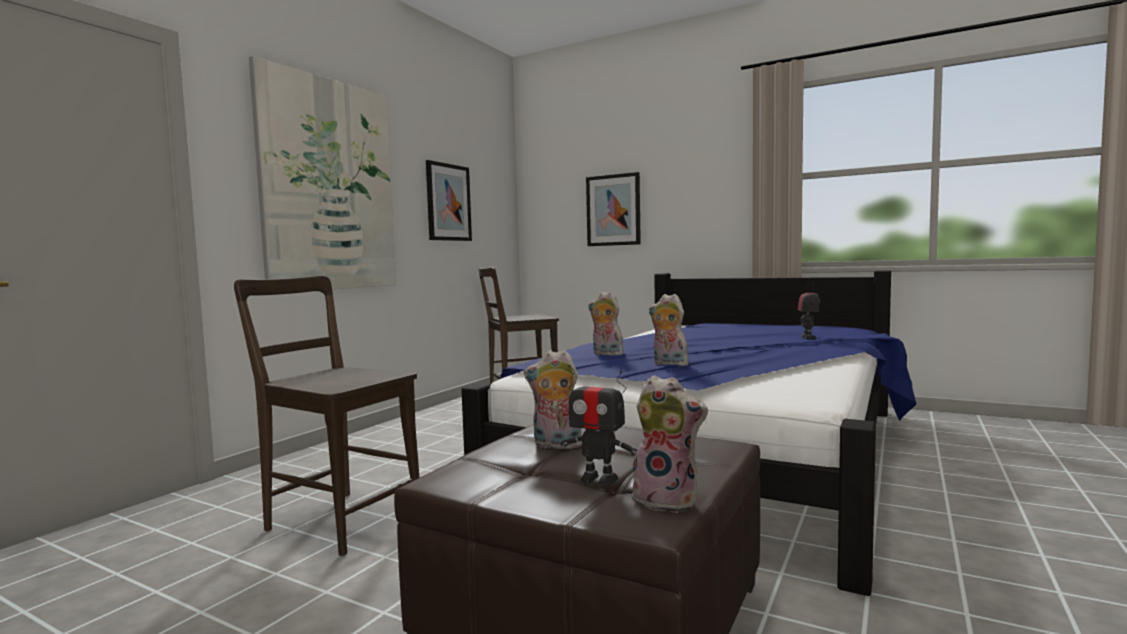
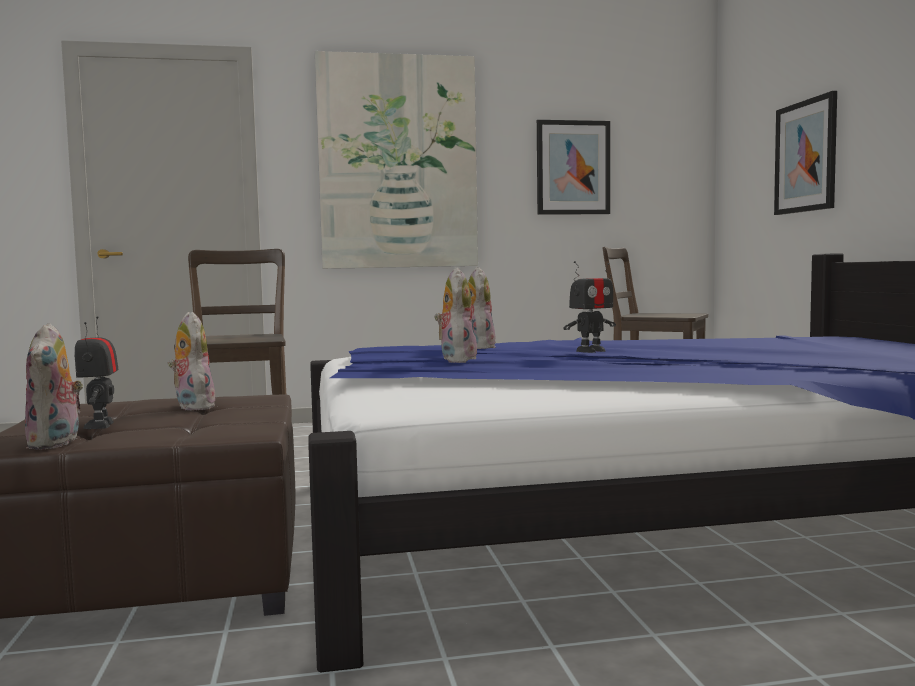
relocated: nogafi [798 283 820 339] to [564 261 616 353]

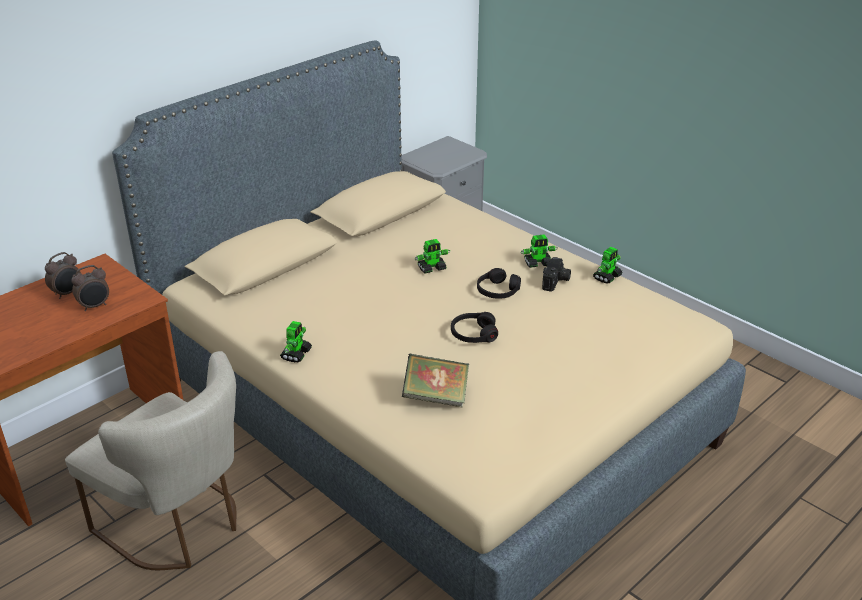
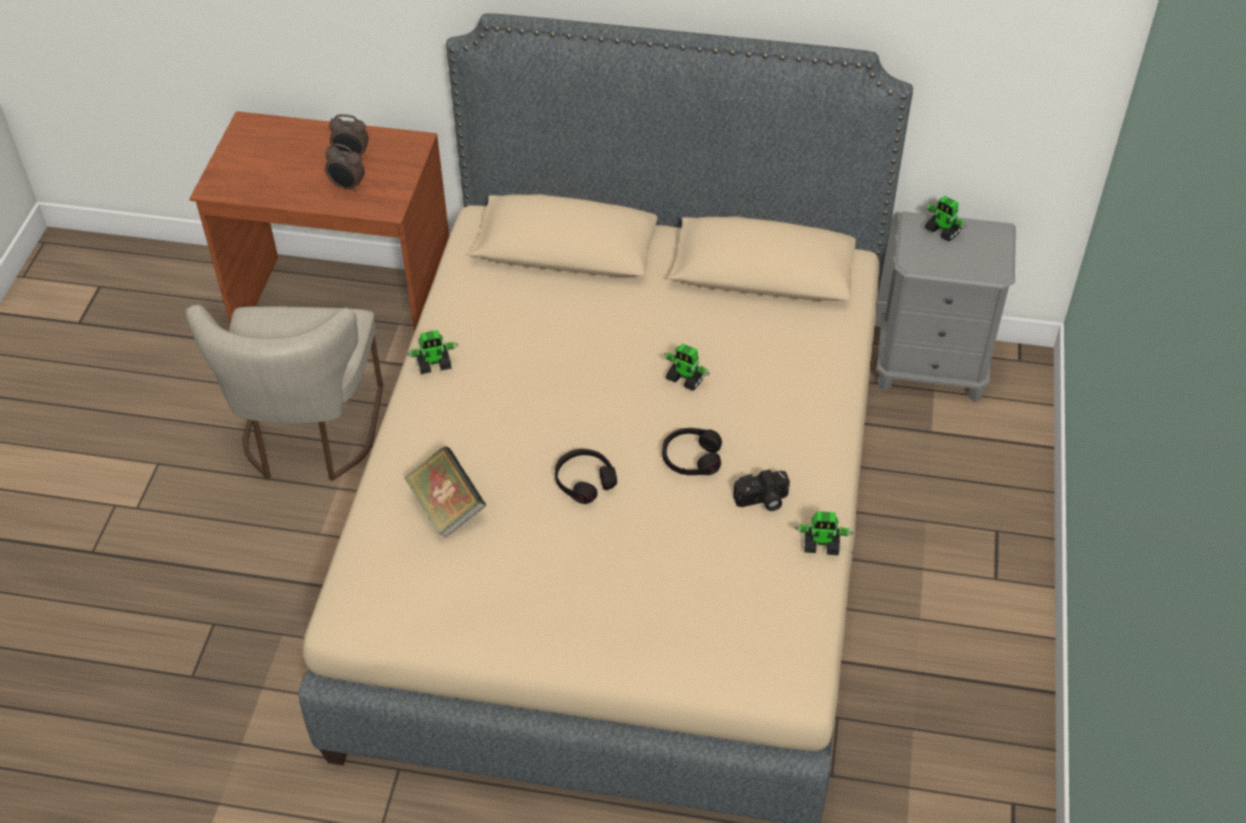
relocated: nogafi [521 234 558 268] to [925 196 967 241]

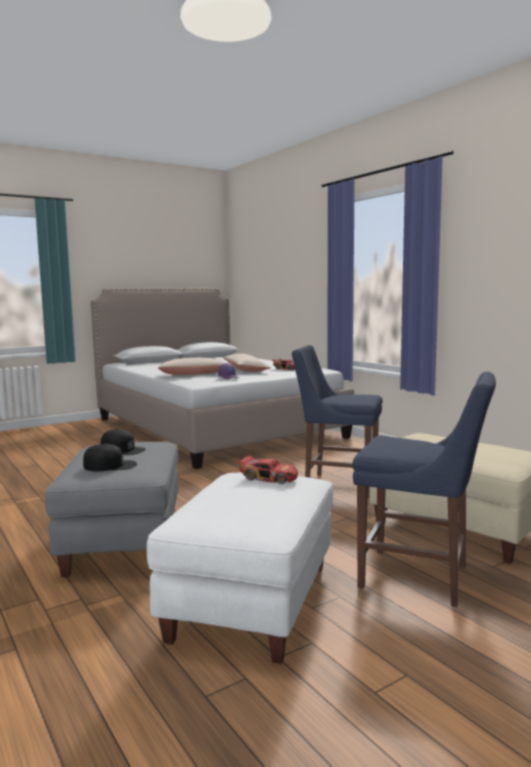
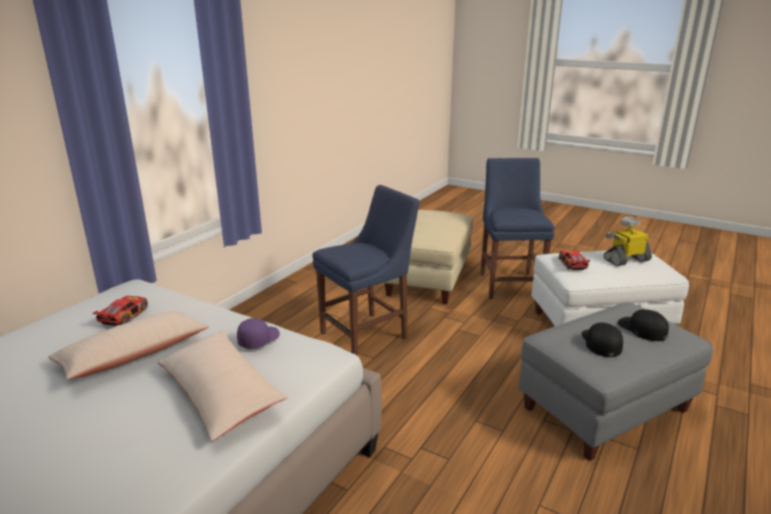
appeared: nogafi [604 216 652 266]
spun: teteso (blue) [292 345 383 499] = [313 185 419 356] 120 degrees counterclockwise

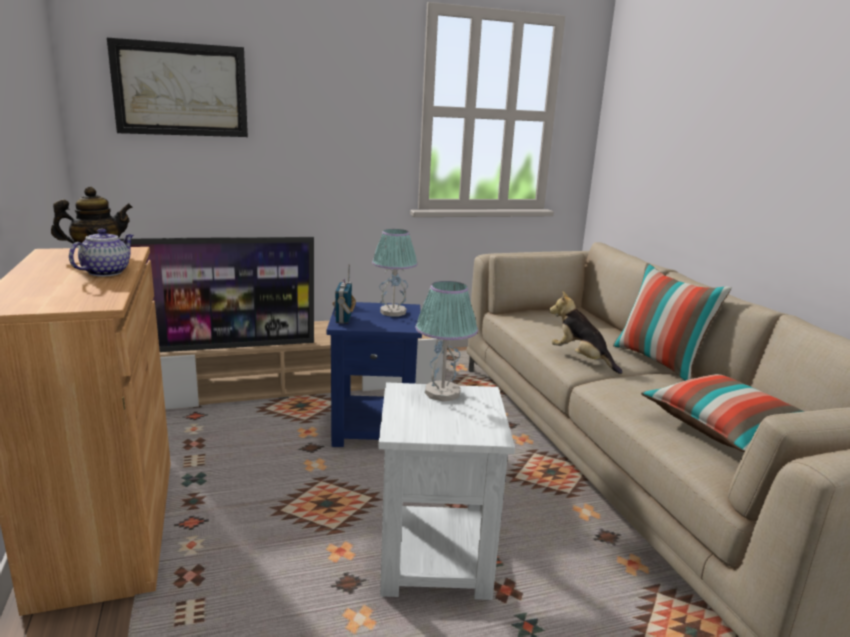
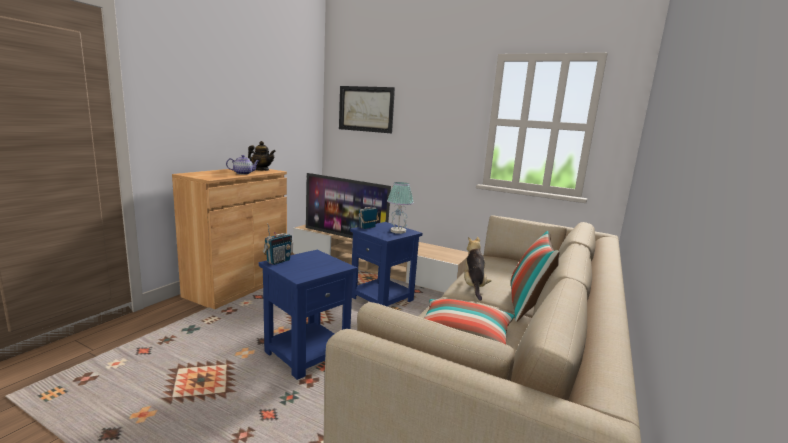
missing: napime [415 281 478 402]
appeared: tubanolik [262 223 292 265]
colour: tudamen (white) [379 382 515 600] to tudamen (blue) [259 250 357 380]

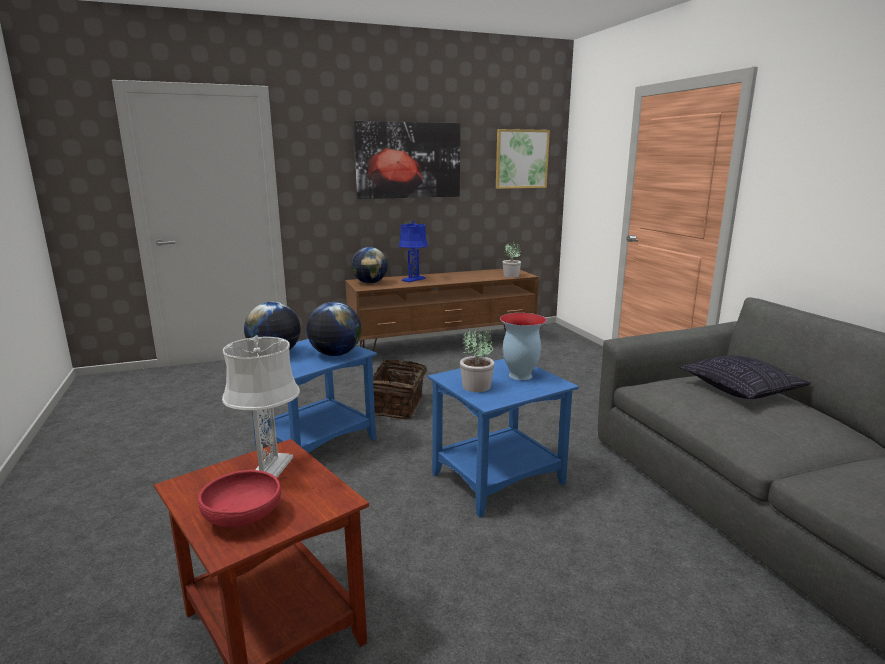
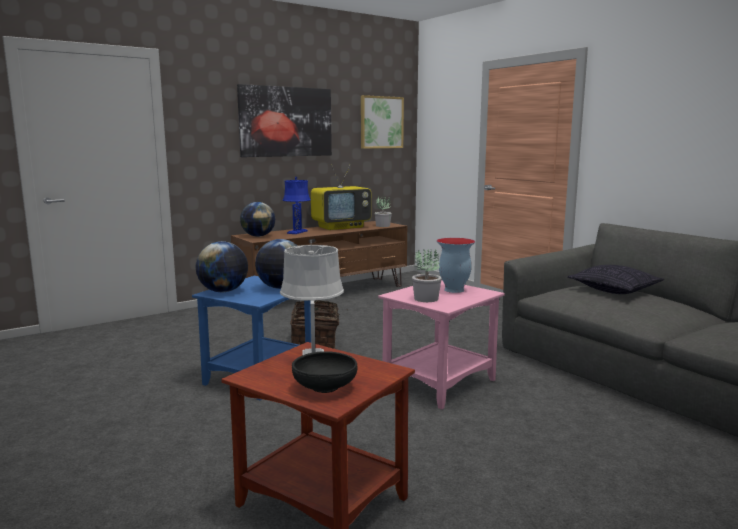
appeared: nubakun [311 164 371 230]
colour: tudamen (blue) [428 359 579 517] to tudamen (pink) [378 280 505 409]; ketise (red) [198 470 281 527] to ketise (black) [292 351 357 393]

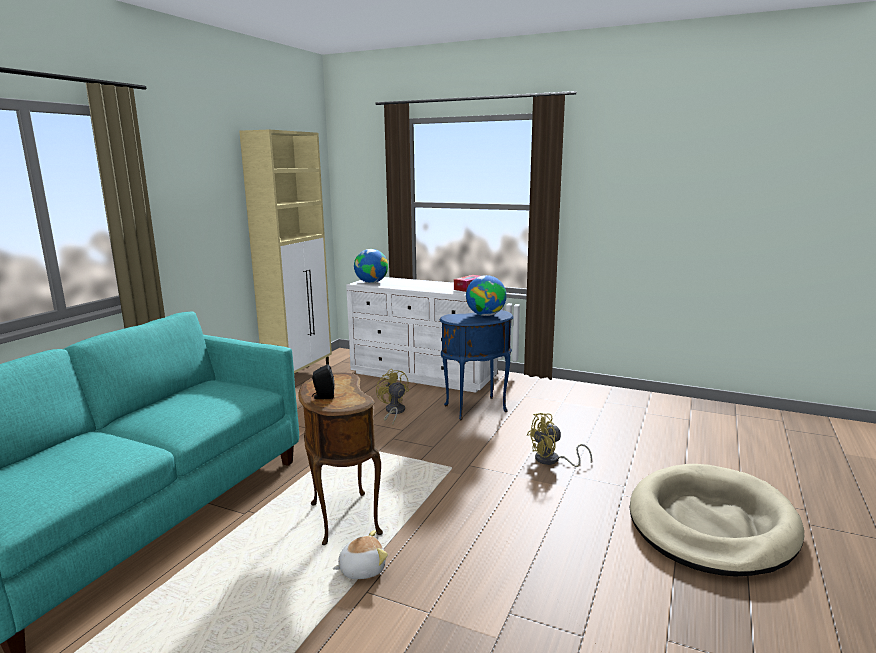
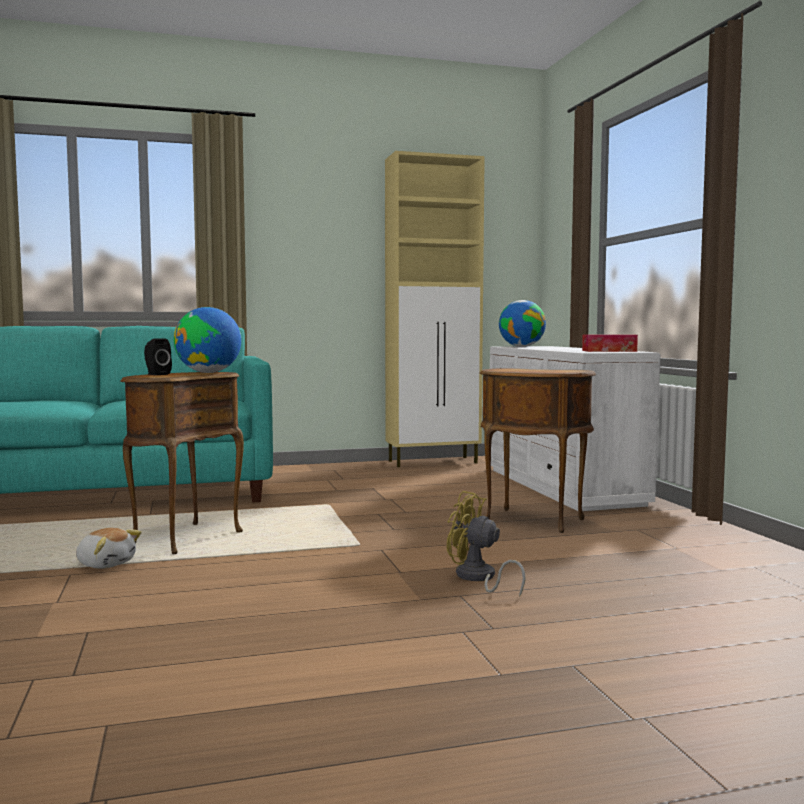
missing: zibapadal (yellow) [376 368 409 426]; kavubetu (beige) [630 464 804 577]
relocated: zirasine [466 275 507 316] to [174 307 241 373]
colour: tudamen (blue) [440 310 513 420] to tudamen (brown) [480 368 596 533]

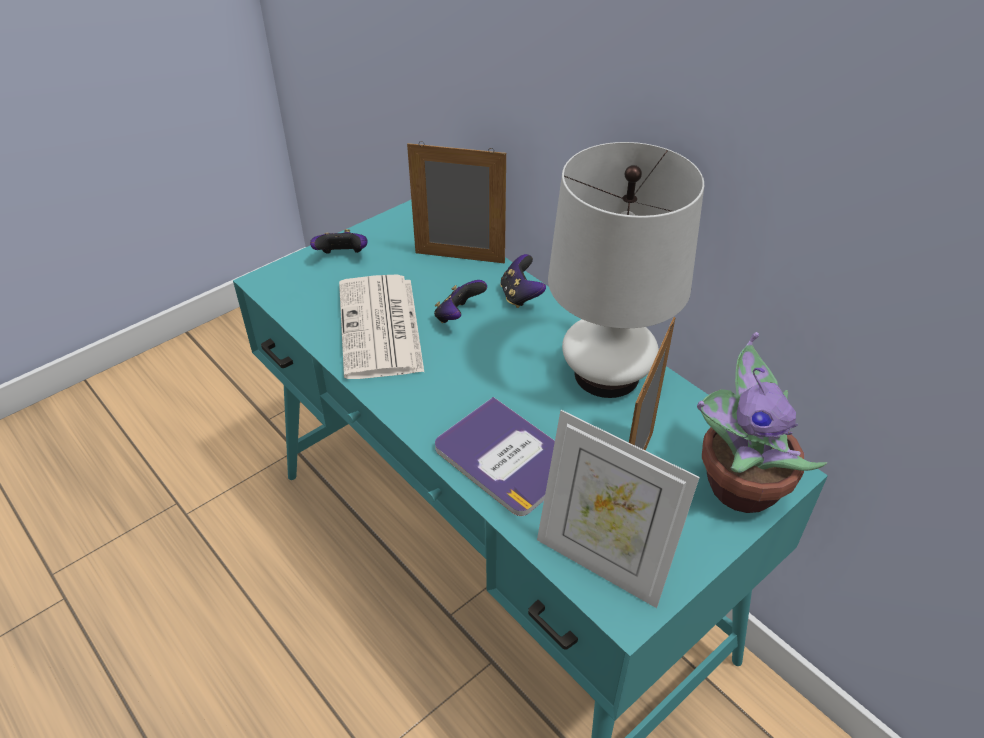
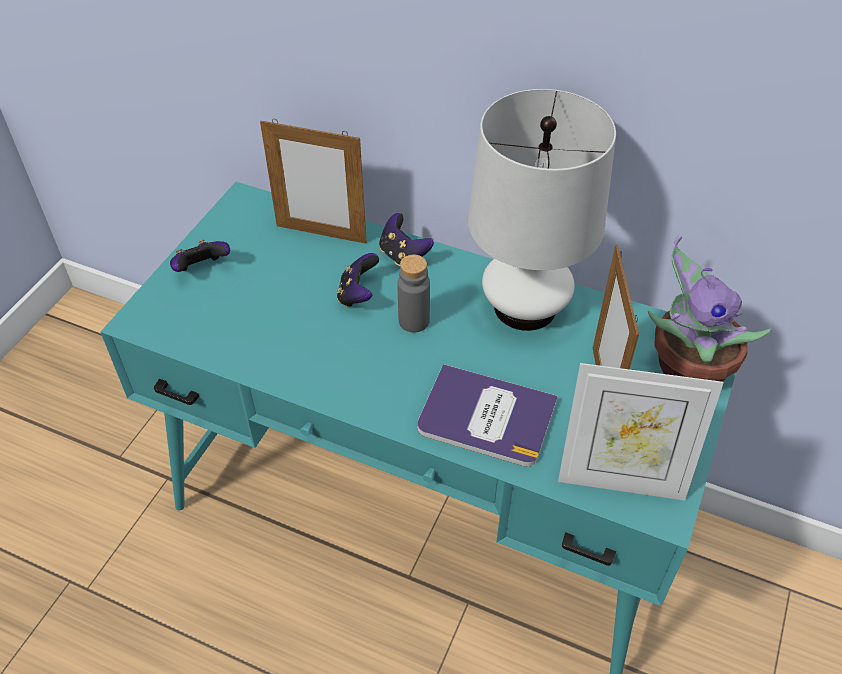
missing: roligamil [339 274 424 379]
appeared: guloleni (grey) [398 255 430 333]
spun: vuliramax [407 141 506 264] = [260 119 367 244] 150 degrees counterclockwise

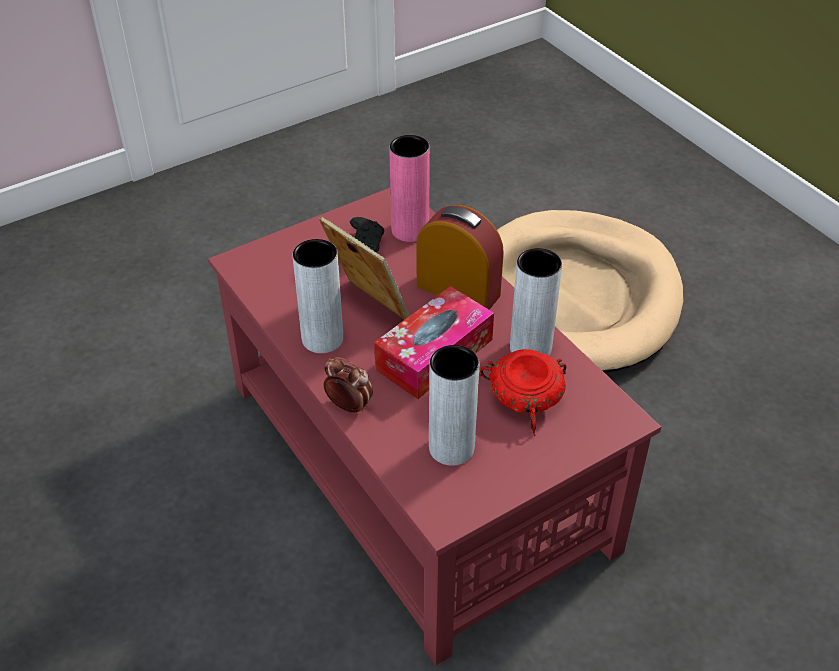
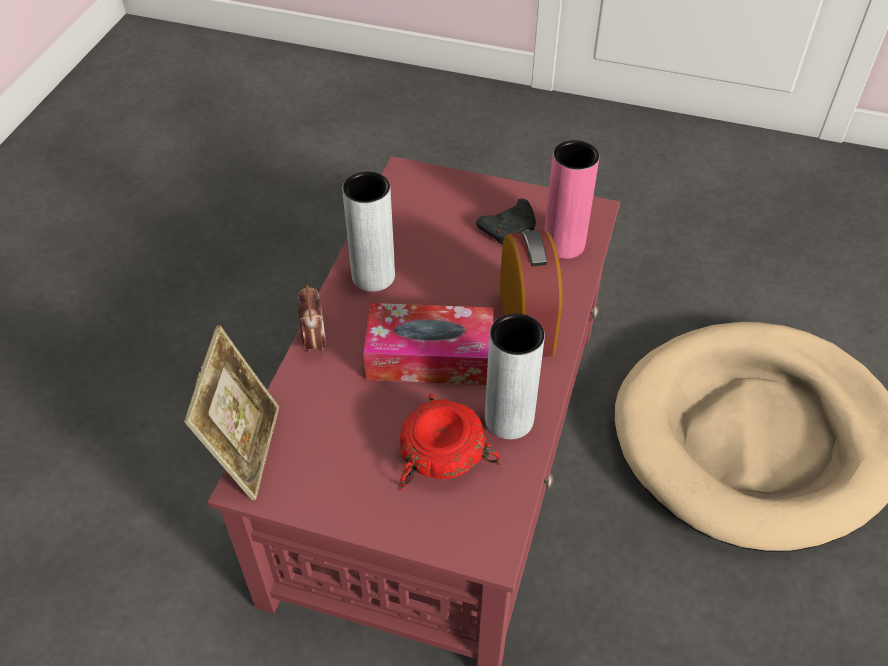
missing: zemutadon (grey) [429 345 479 466]
relocated: vuliramax [319 216 410 320] to [184 325 279 500]

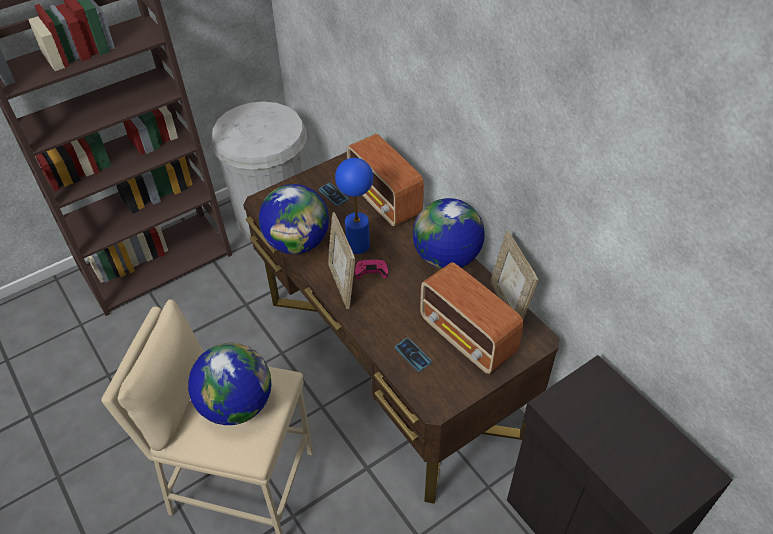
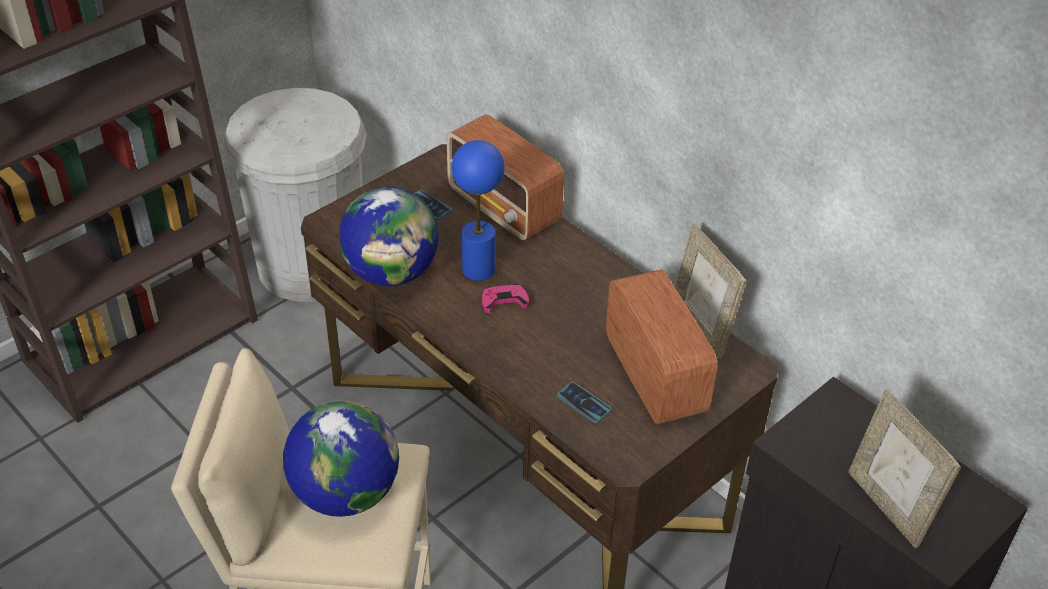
missing: zirasine [413 198 485 269]
relocated: vuliramax [328 212 355 309] to [848 390 961 548]
spun: tubanolik [420 262 524 374] = [606 269 717 424] 150 degrees counterclockwise

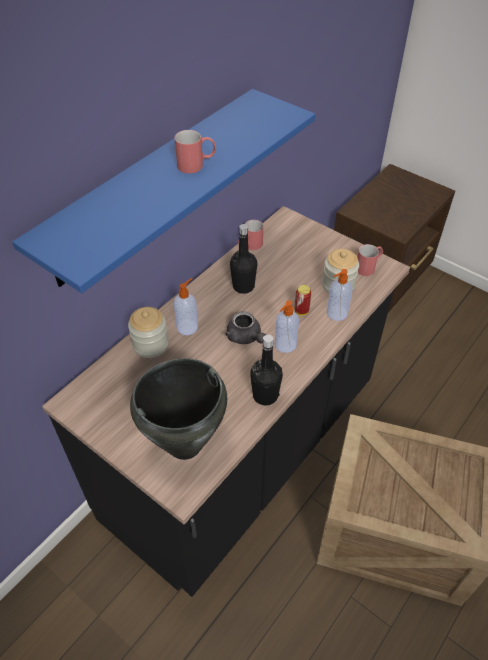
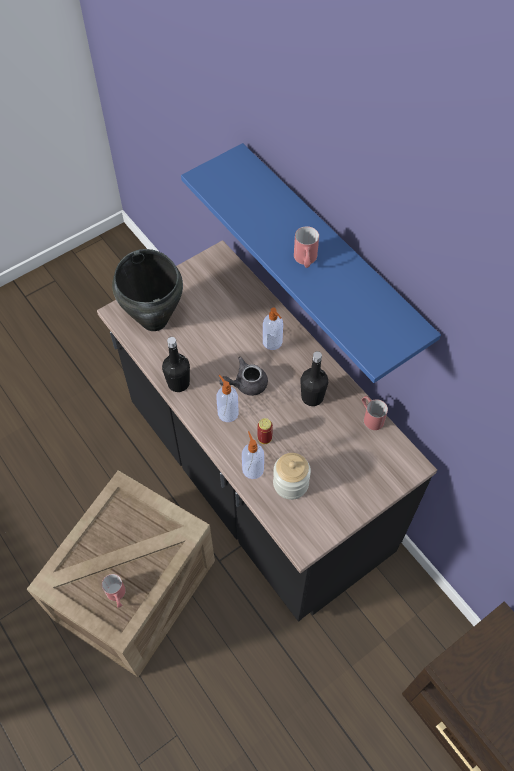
missing: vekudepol [128 307 169 358]
relocated: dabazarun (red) [357 244 383 276] to [102 574 126 608]

